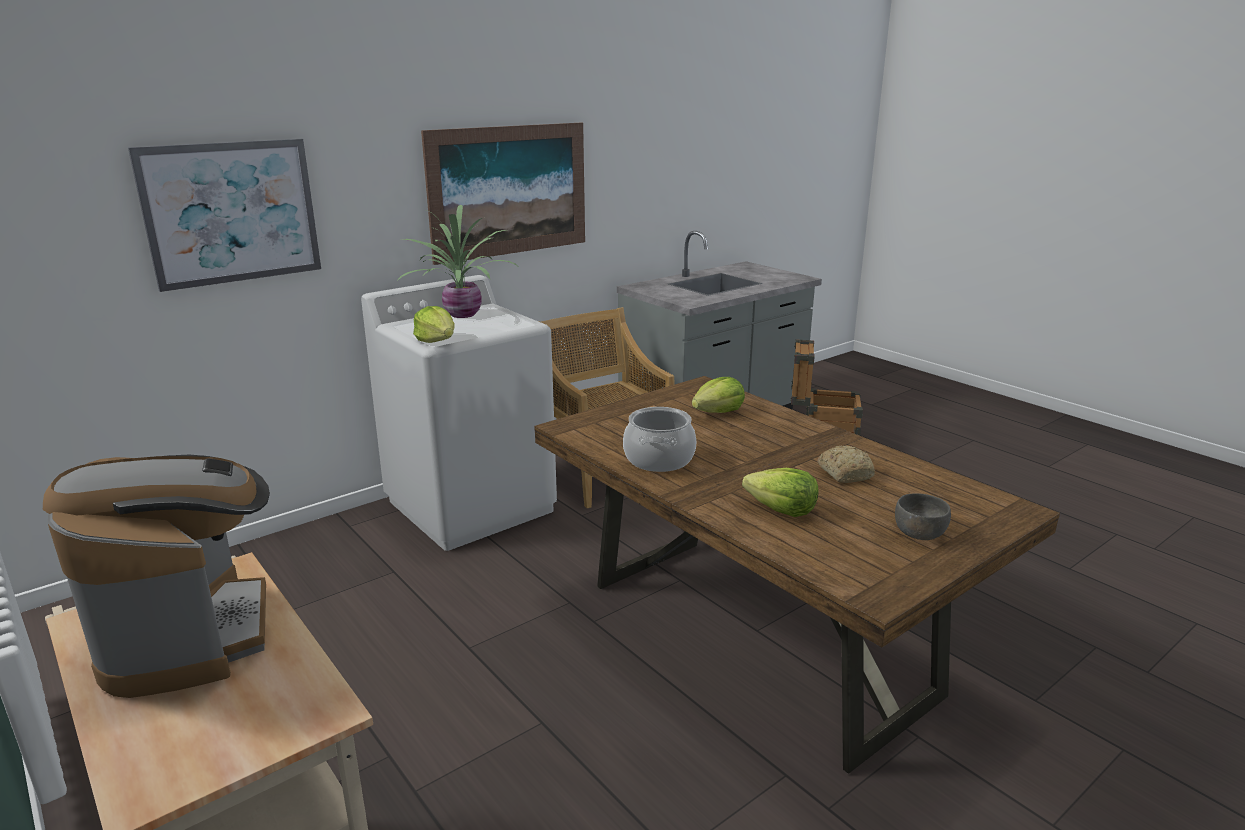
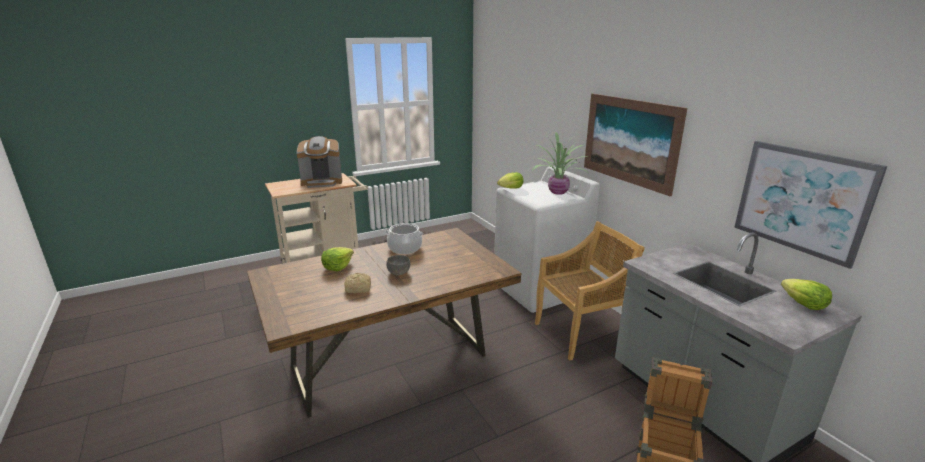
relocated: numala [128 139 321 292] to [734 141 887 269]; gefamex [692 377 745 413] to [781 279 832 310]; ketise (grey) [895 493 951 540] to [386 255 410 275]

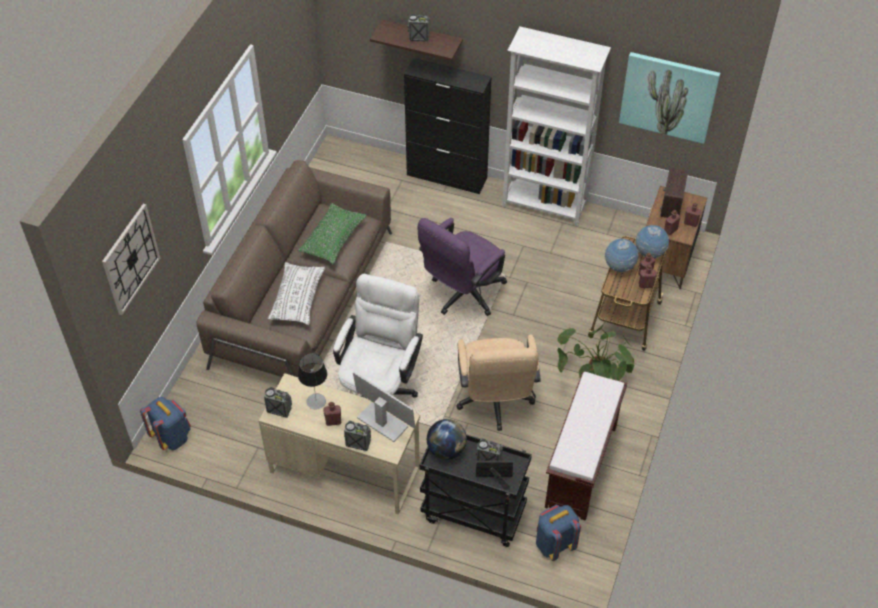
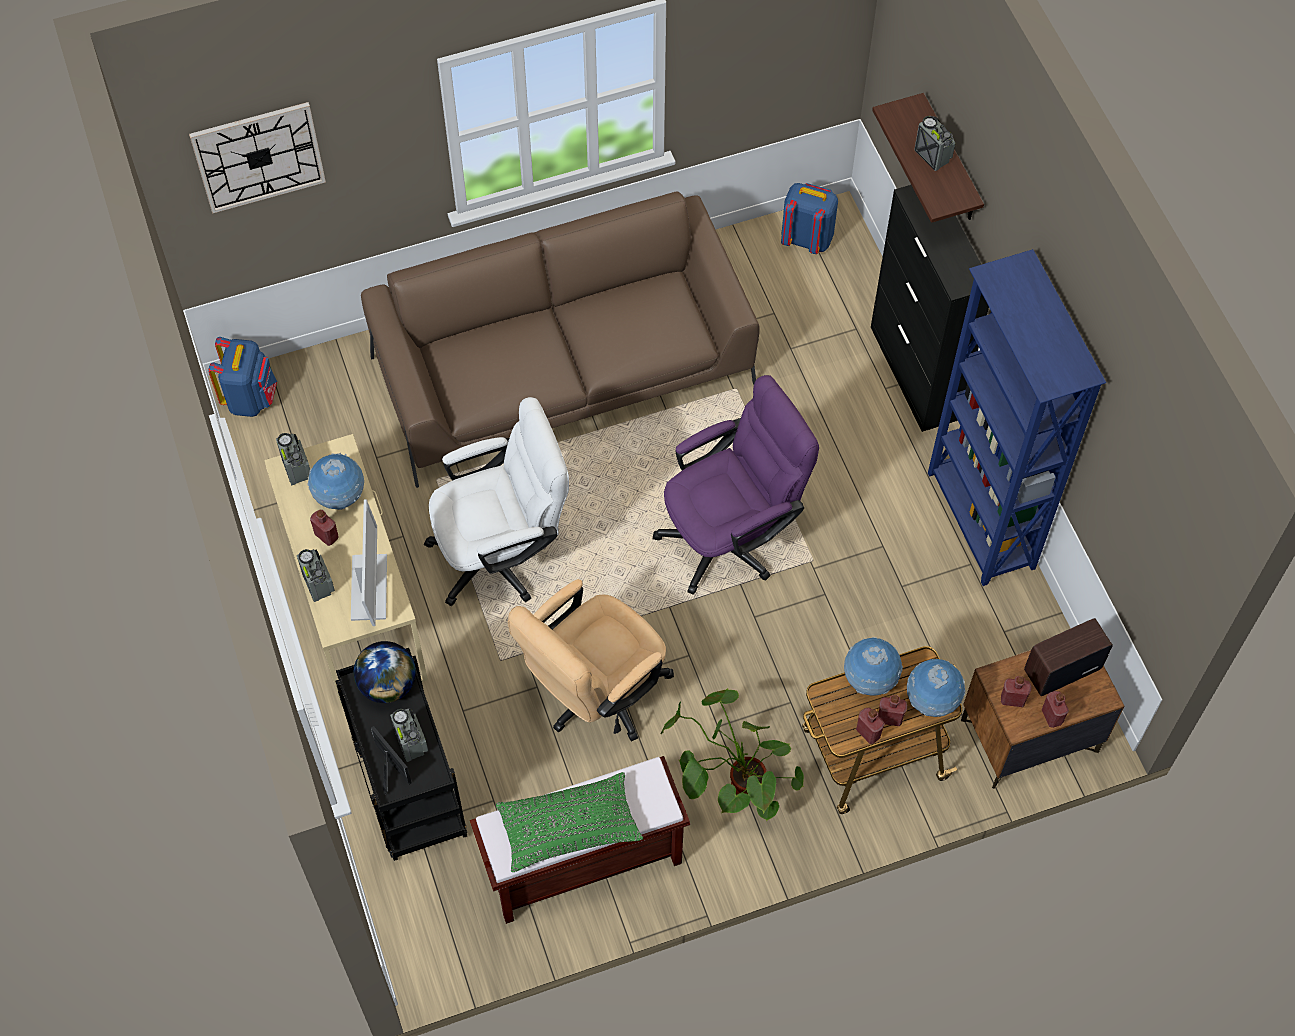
missing: numala [619 52 720 144]; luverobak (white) [268 262 325 325]
relocated: luverobak (green) [298 203 366 264] to [496 772 643 872]; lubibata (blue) [536 505 581 561] to [781 183 838 254]
exchanged: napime [298 354 327 409] to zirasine [307 453 364 510]
colour: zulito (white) [502 26 611 226] to zulito (blue) [928 249 1106 586]
spun: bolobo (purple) [418 218 507 316] = [653 375 819 595] 150 degrees clockwise

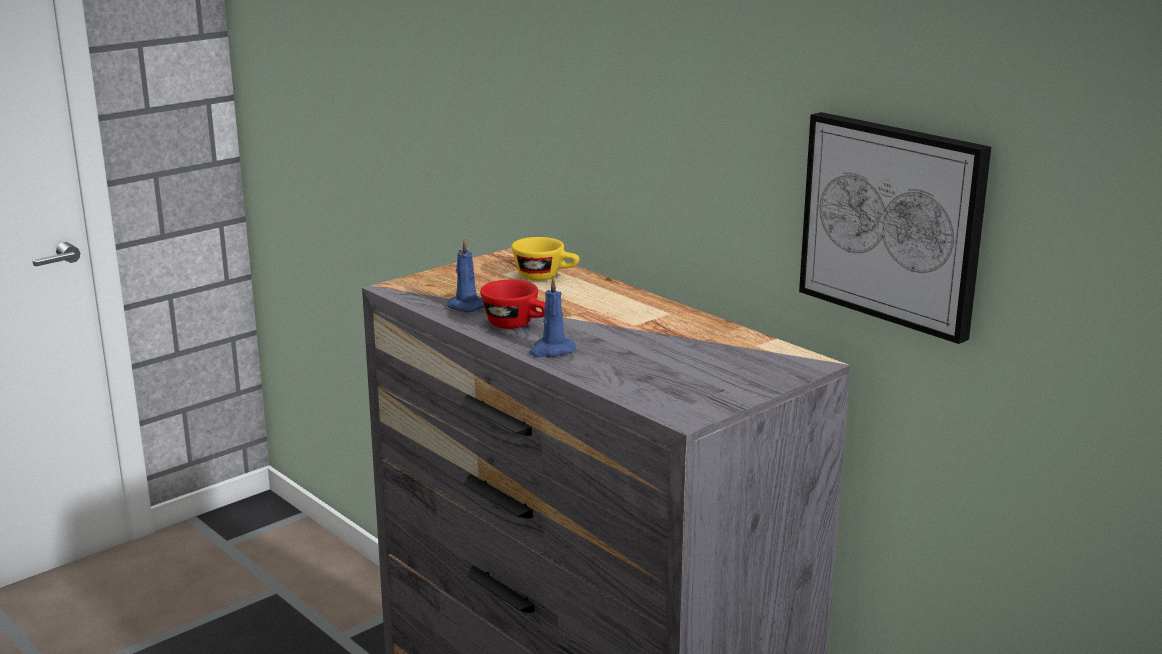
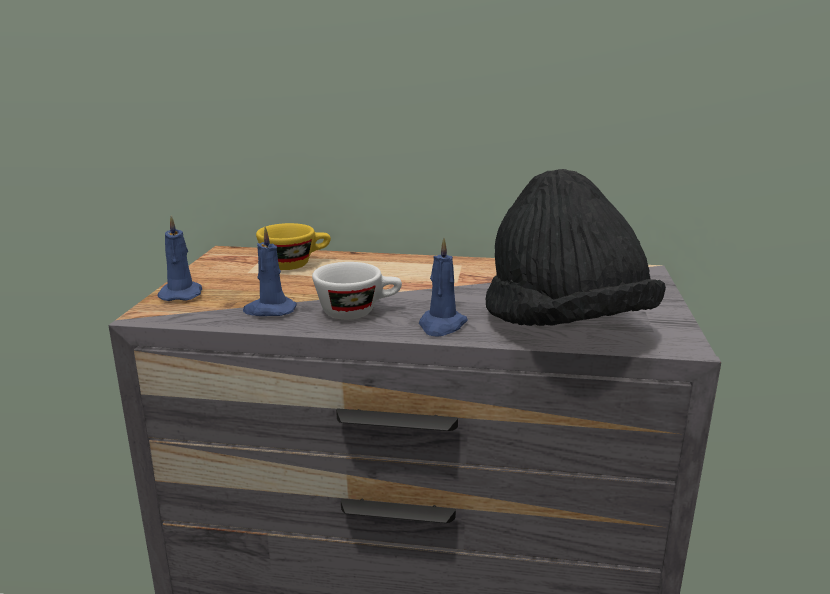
missing: numala [799 112 991 344]
appeared: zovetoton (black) [486 169 666 326]; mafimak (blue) [157 215 202 301]
colour: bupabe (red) [480 280 545 329] to bupabe (white) [312 262 402 320]

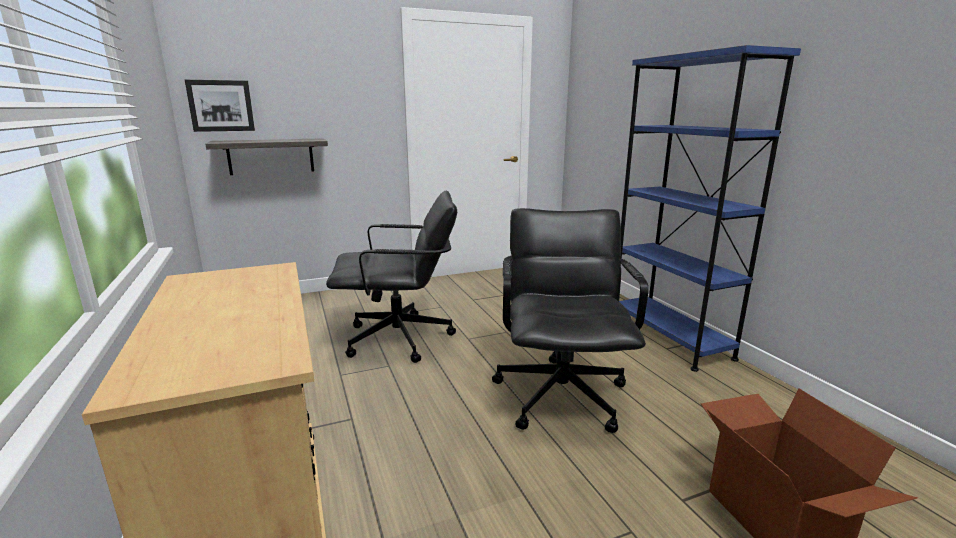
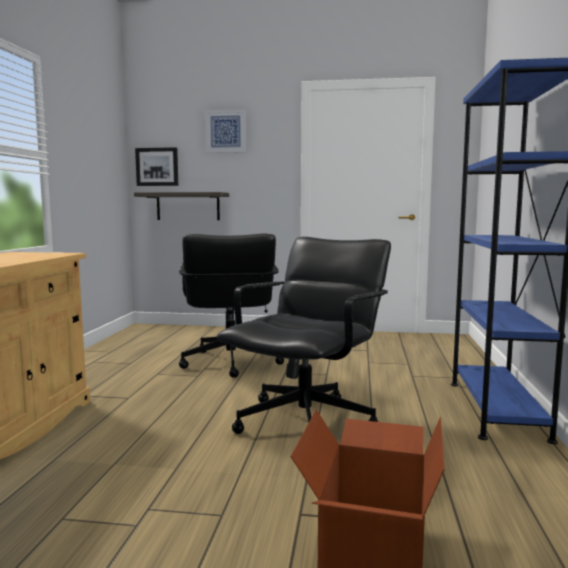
appeared: numala [205 109 246 153]
spun: bolobo (black) [326 191 457 363] = [179 234 284 378] 60 degrees clockwise

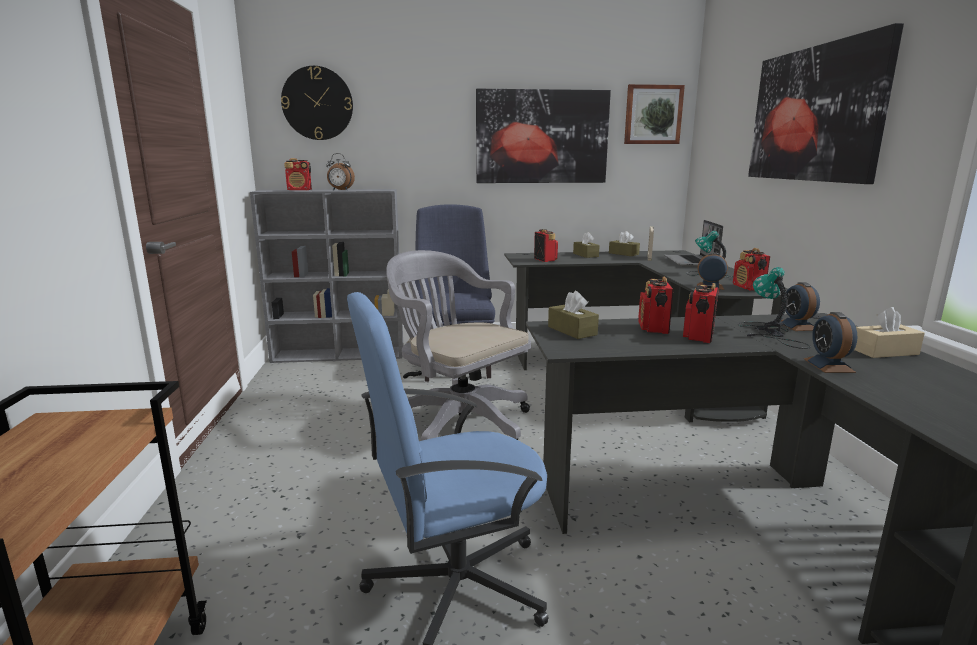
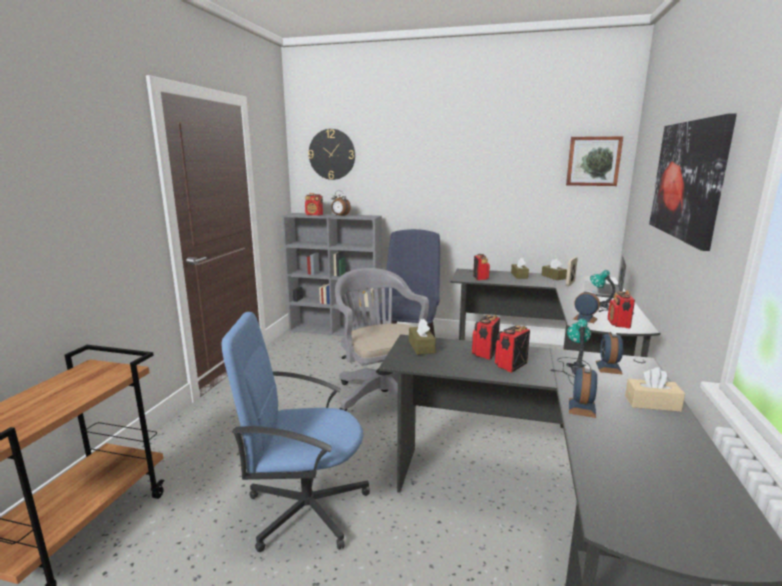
missing: numala [476 89 611 183]

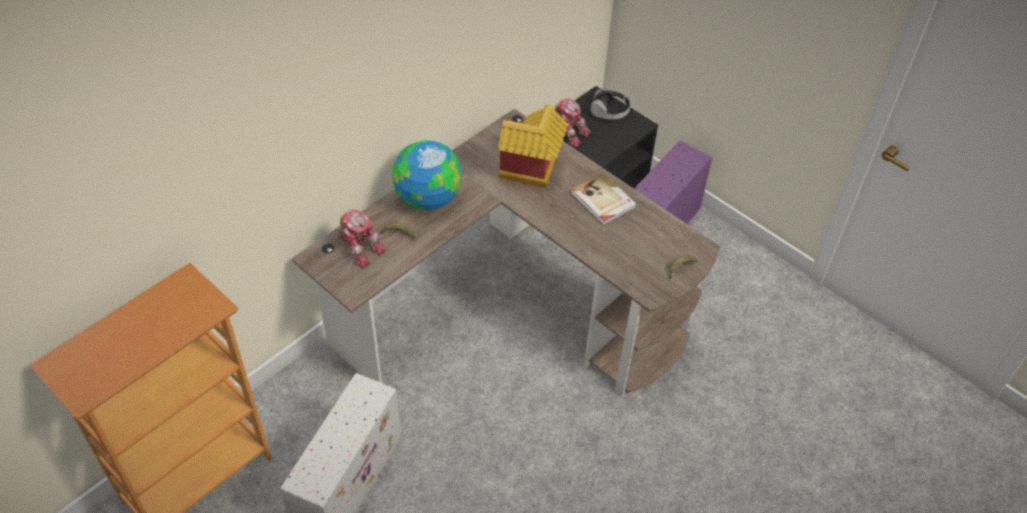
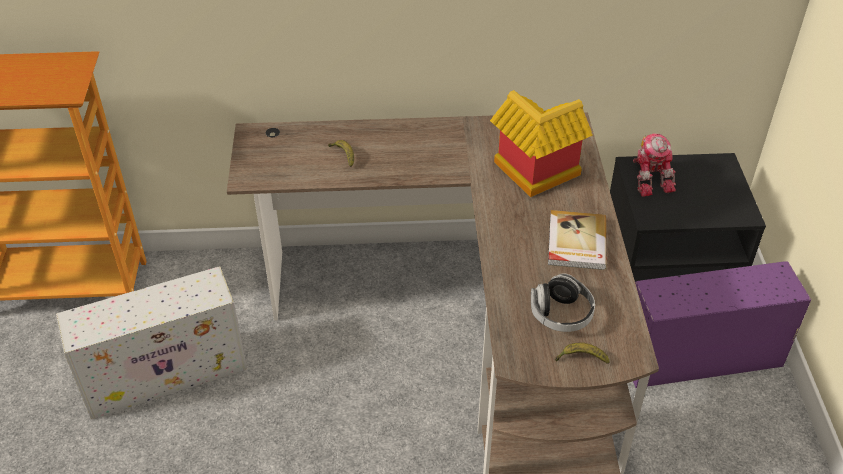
missing: zirasine [392 140 462 210]; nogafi [337 209 387 268]
relocated: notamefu [590 88 630 120] to [531 273 595 332]

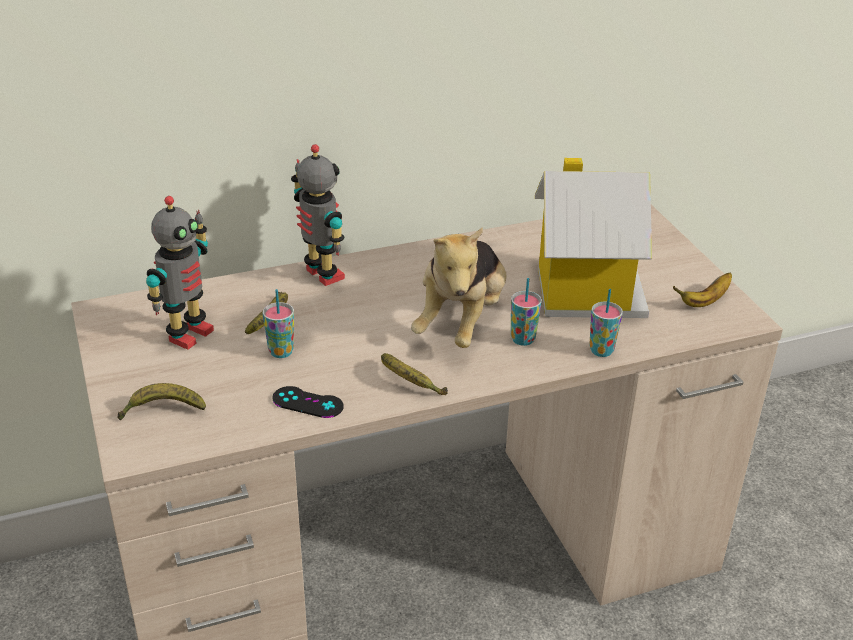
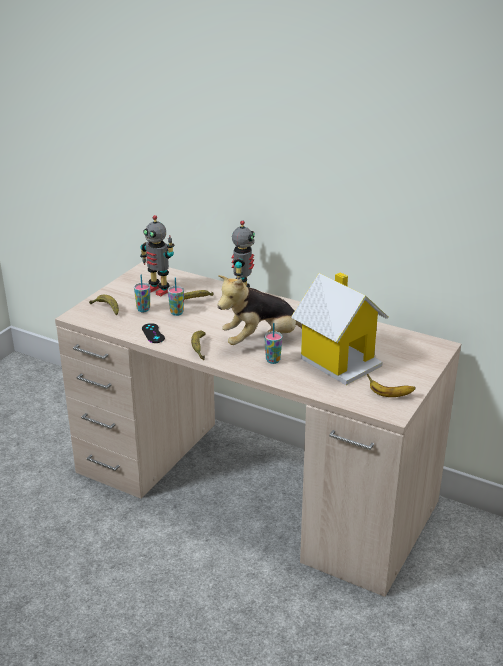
relocated: bupabe [589 289 623 357] to [134 275 150 312]
spun: nogafi [146 196 214 350] = [140 215 174 296] 45 degrees clockwise

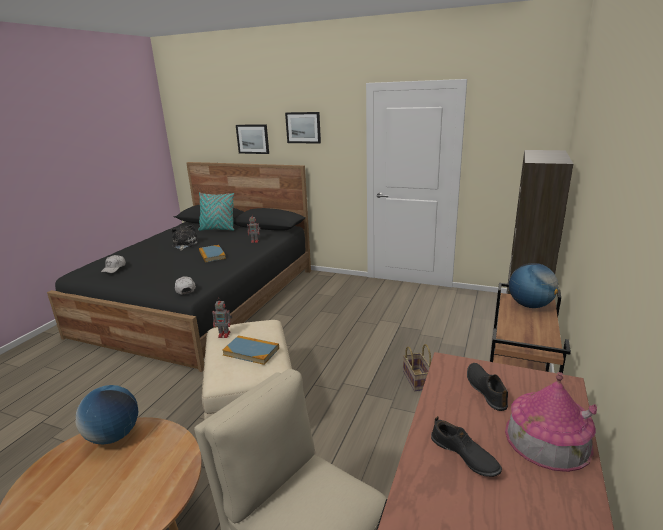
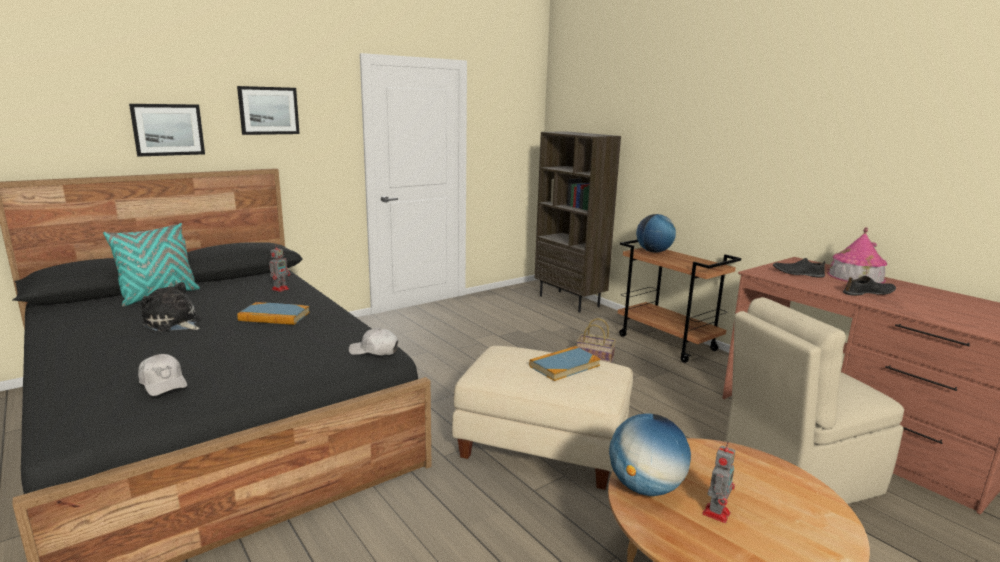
relocated: nogafi [212 300 232 338] to [702 441 735 523]

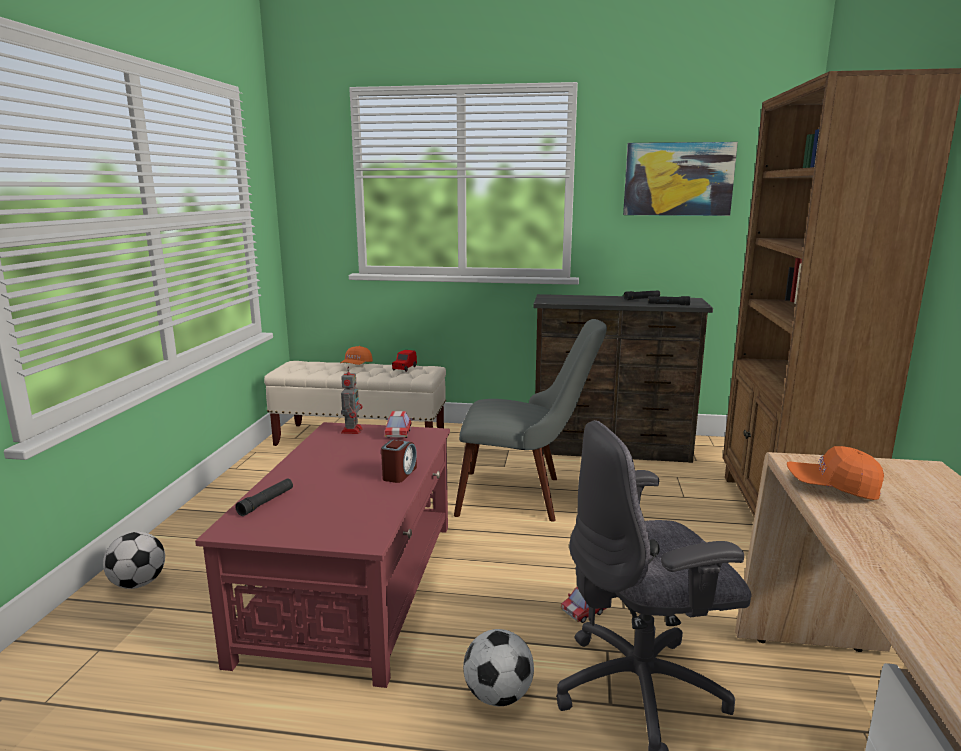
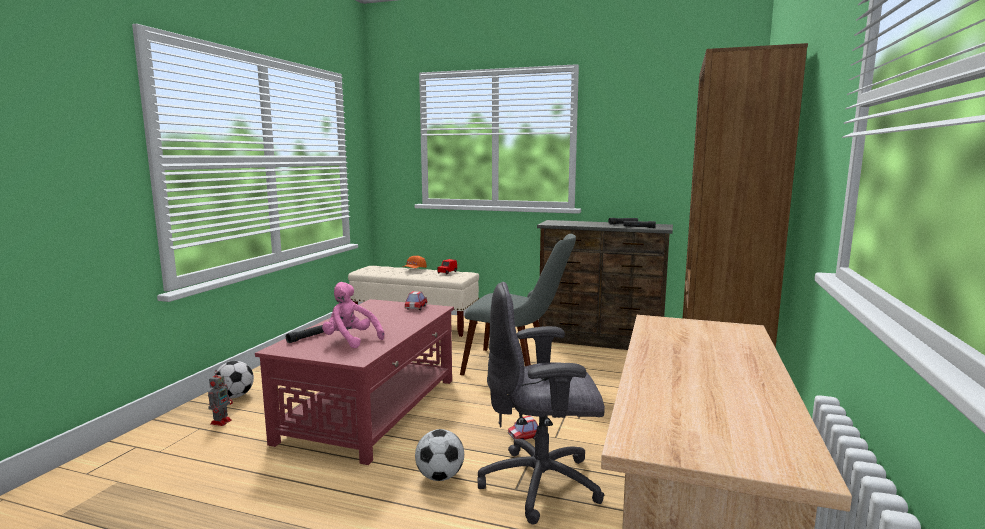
missing: numala [623 142 738 216]; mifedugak [381 440 417 483]; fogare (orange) [787 446 884 500]
appeared: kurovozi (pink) [322 282 385 348]
relocated: nogafi [341 366 363 434] to [208 370 233 426]

